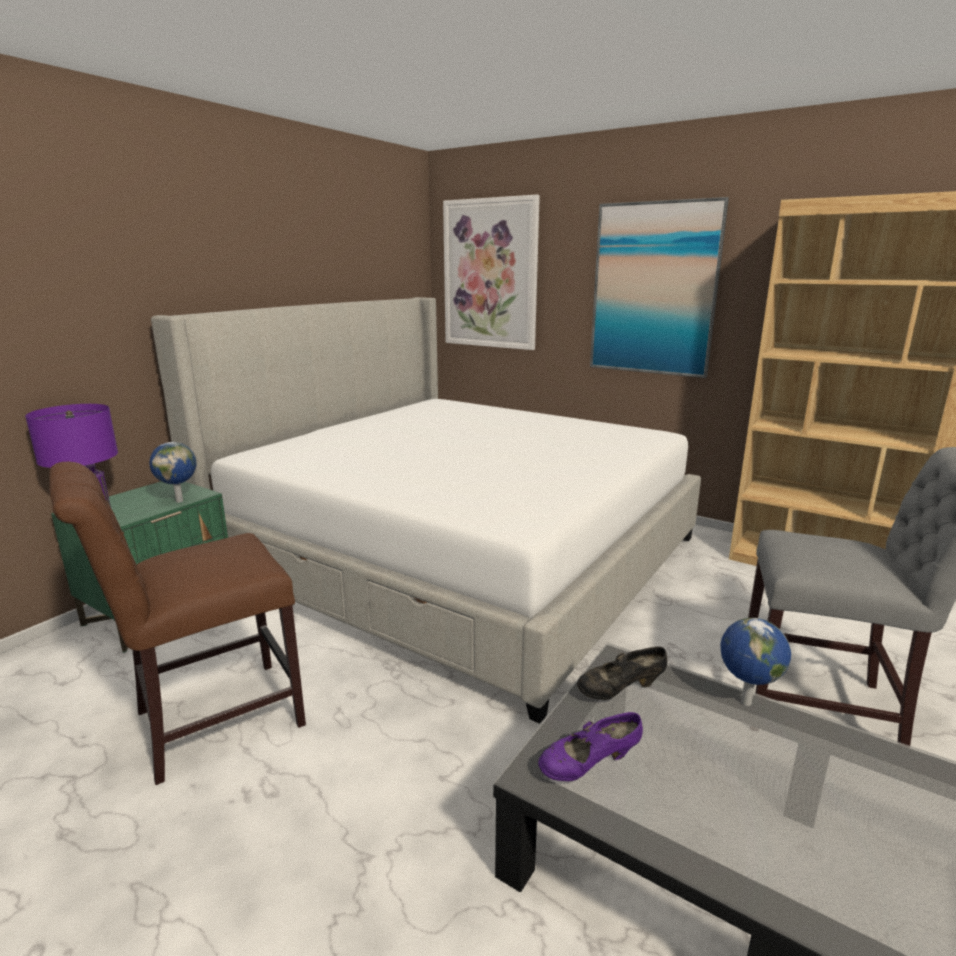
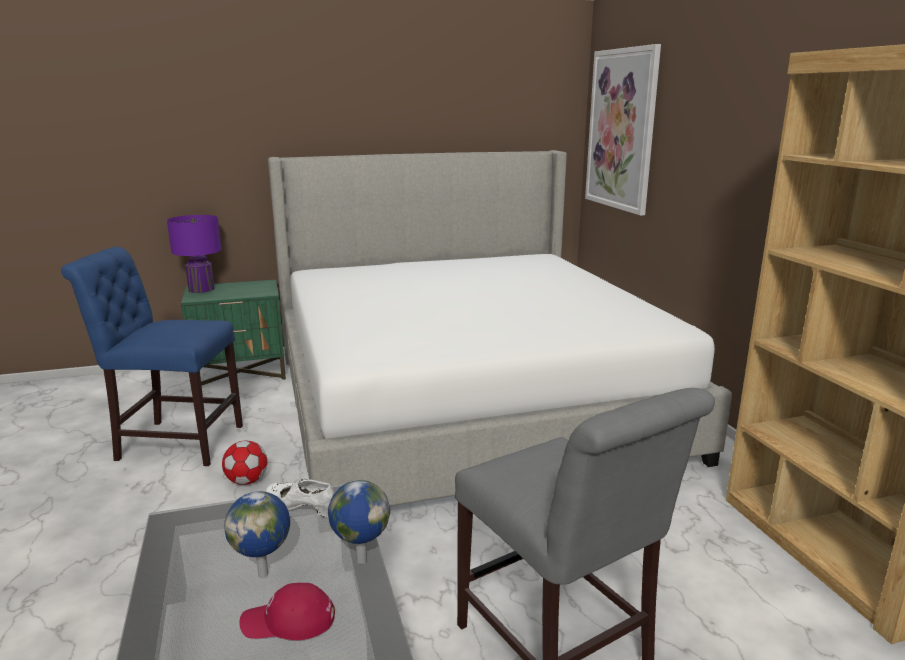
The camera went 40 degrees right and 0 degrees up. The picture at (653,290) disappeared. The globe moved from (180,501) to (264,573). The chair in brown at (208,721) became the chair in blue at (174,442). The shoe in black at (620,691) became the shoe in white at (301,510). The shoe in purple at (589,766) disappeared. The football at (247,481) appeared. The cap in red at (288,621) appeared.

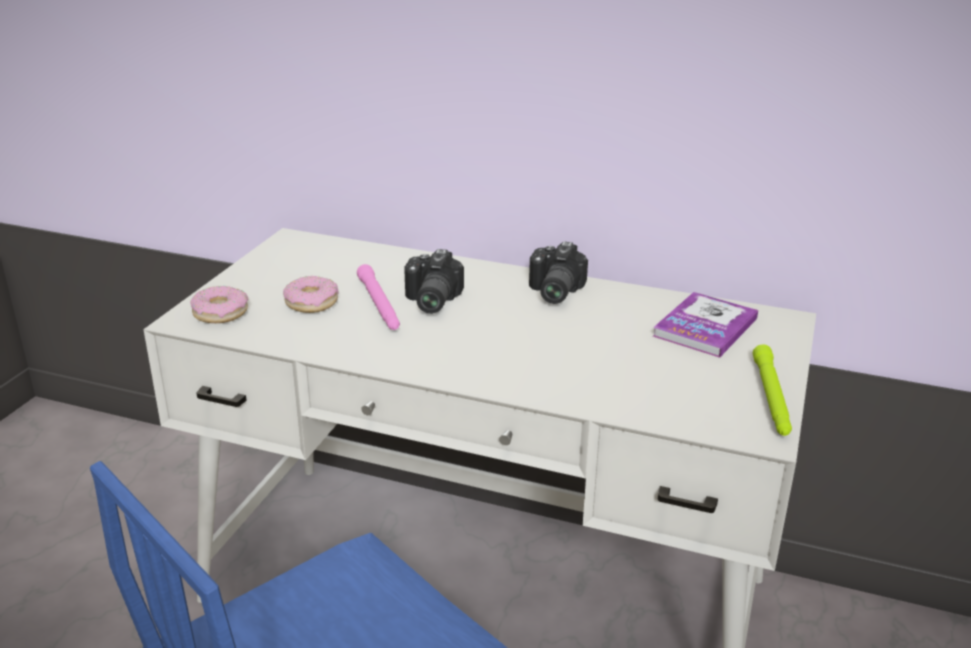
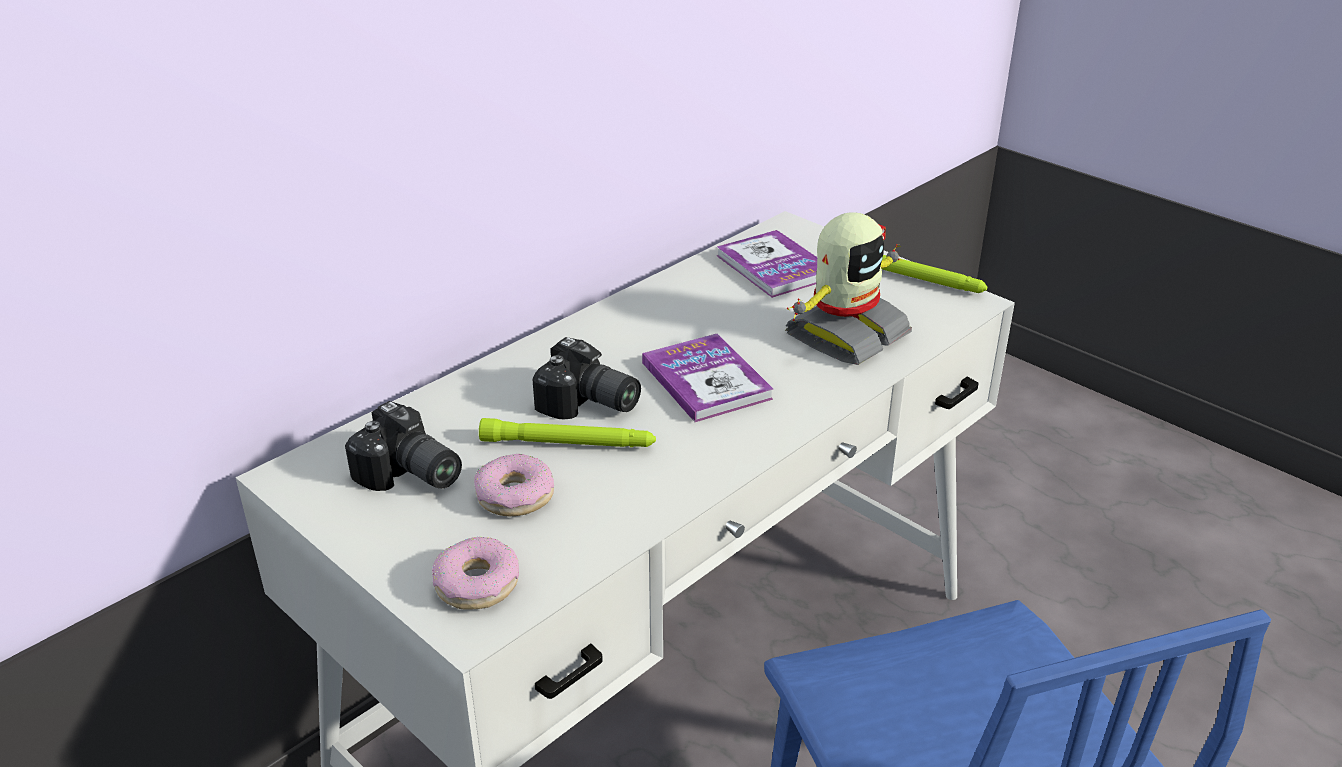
The camera went 65 degrees left and 5 degrees up. The photo camera moved from (552,292) to (409,476). The flashlight in pink at (379,305) became the flashlight in green at (568,443). The toy robot at (844,334) appeared. The book at (706,380) appeared.

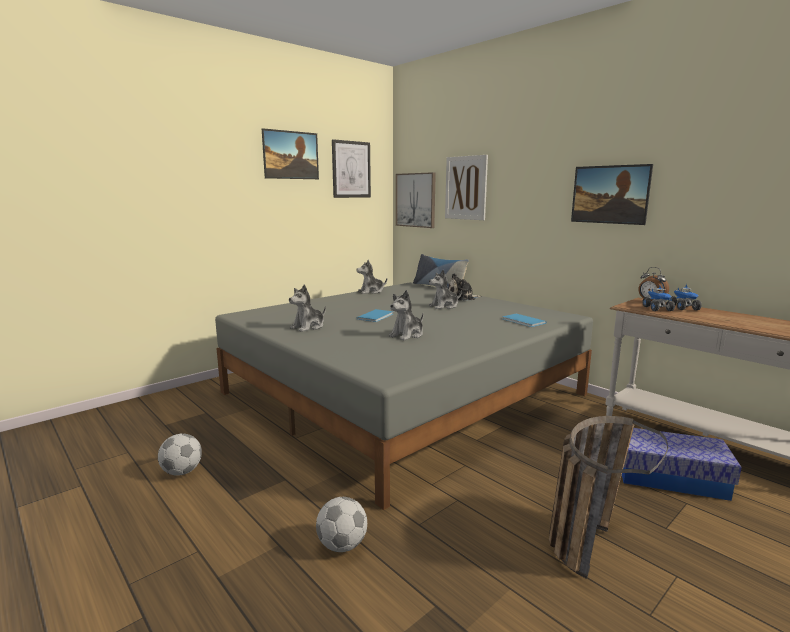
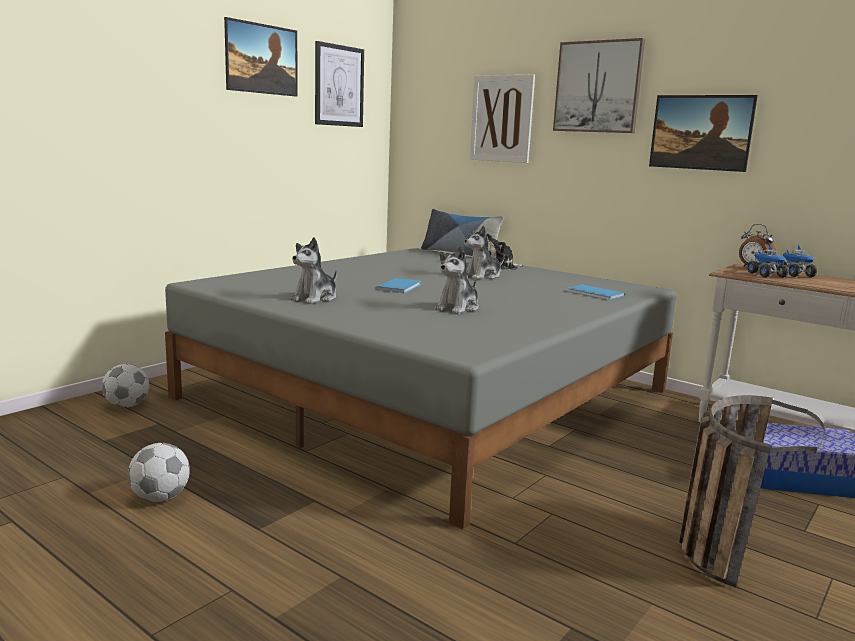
The camera went 10 degrees left and 0 degrees up. The picture moved from (416,200) to (598,87). The plush toy at (371,292) disappeared. The football moved from (342,545) to (127,406).

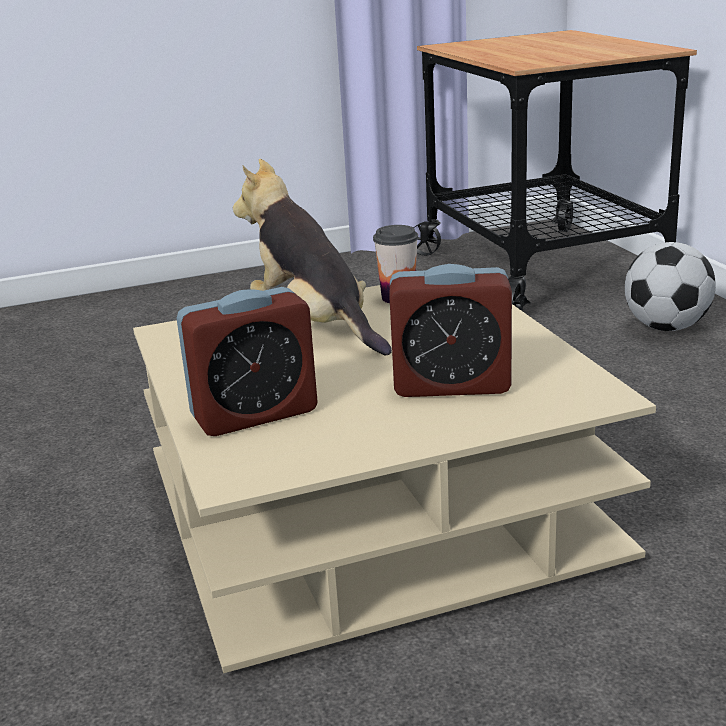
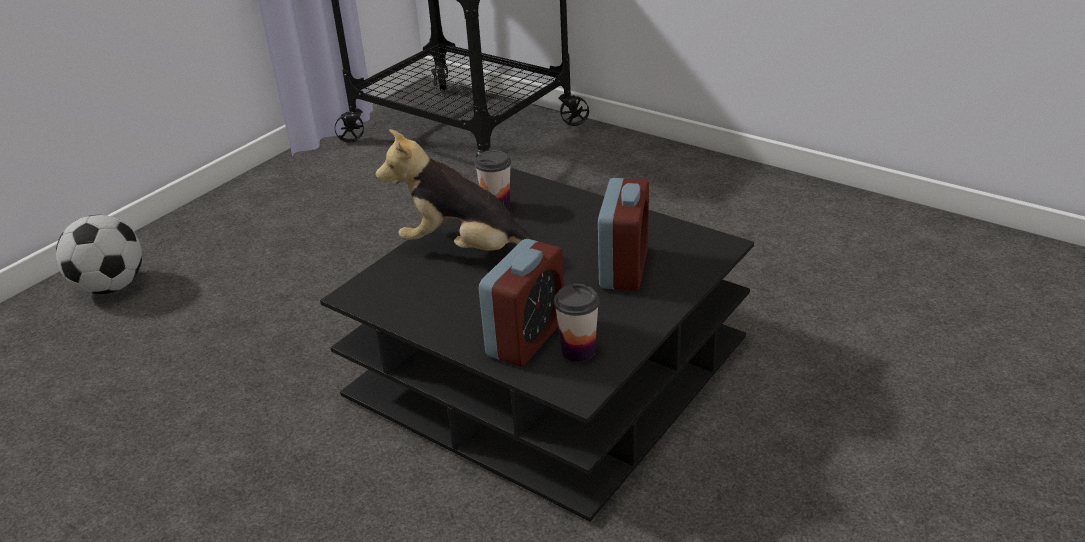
The camera went 35 degrees left and 10 degrees up. The football moved from (667,327) to (112,286). The alarm clock at (451,385) turned 45 degrees counterclockwise. The coffee table in beige at (371,504) became the coffee table in black at (548,368). The cup at (578,351) appeared.

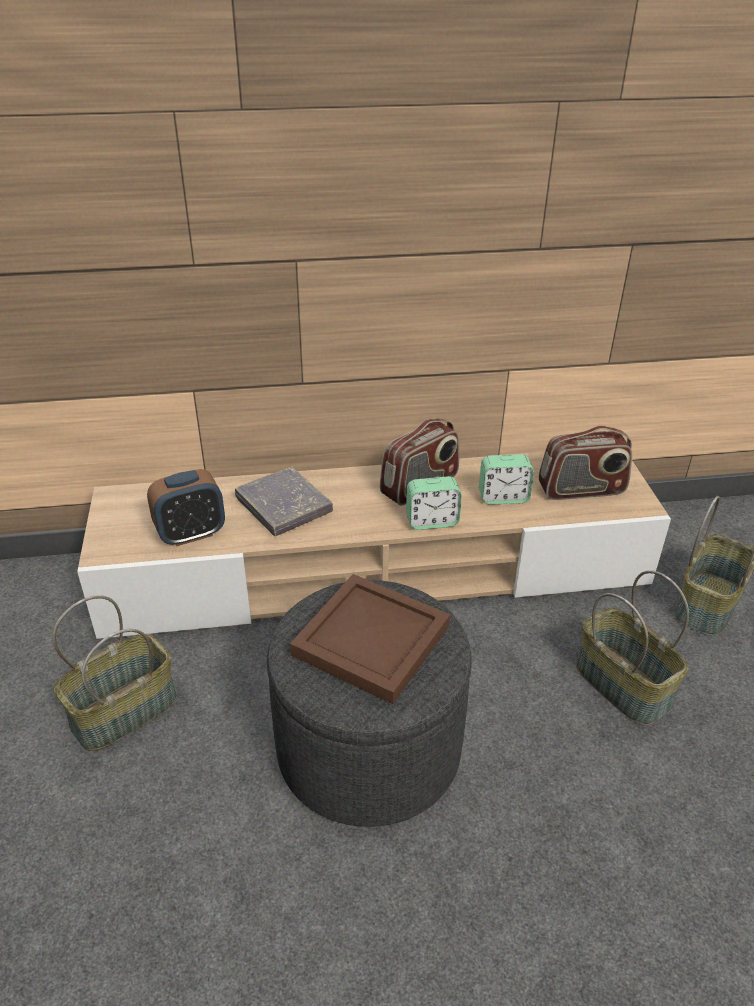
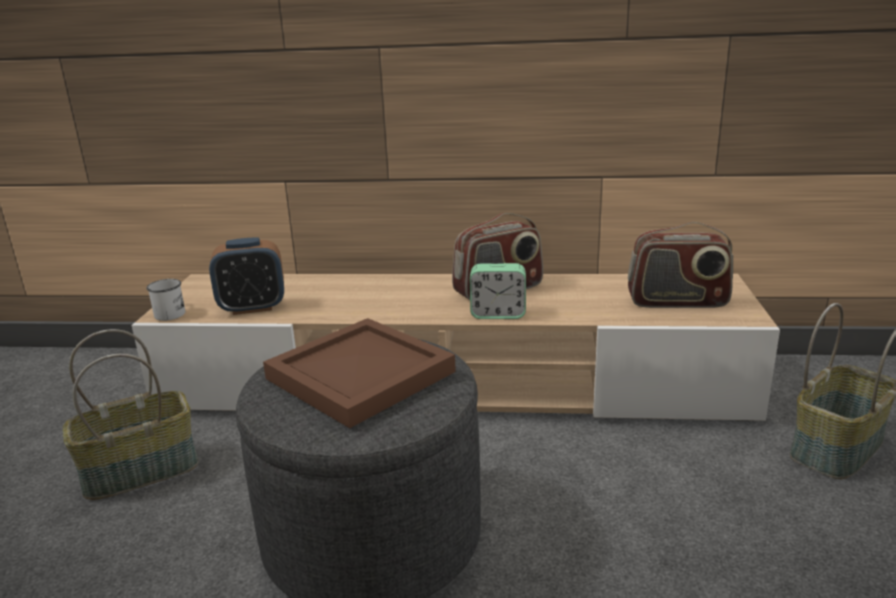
The camera went 15 degrees right and 15 degrees down. The alarm clock at (503,497) disappeared. The book in grey at (283,506) disappeared. The basket at (624,685) disappeared. The mug in white at (171,312) appeared.

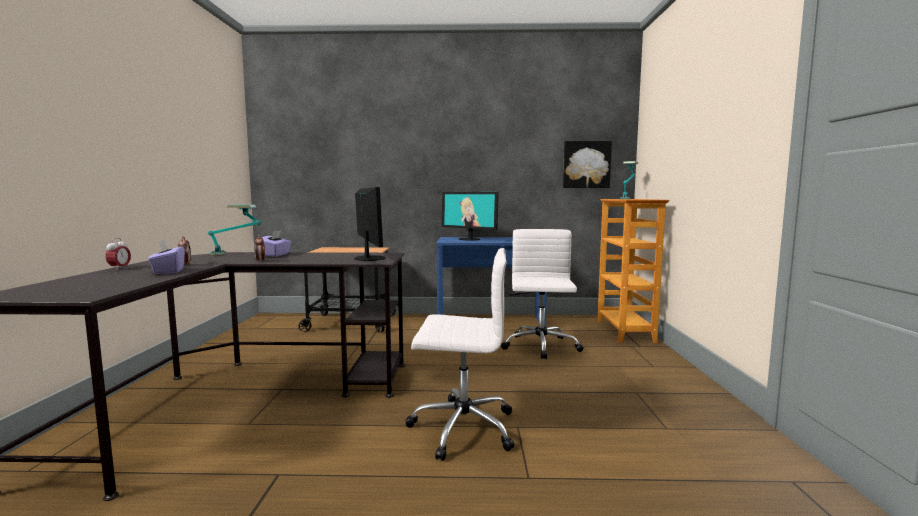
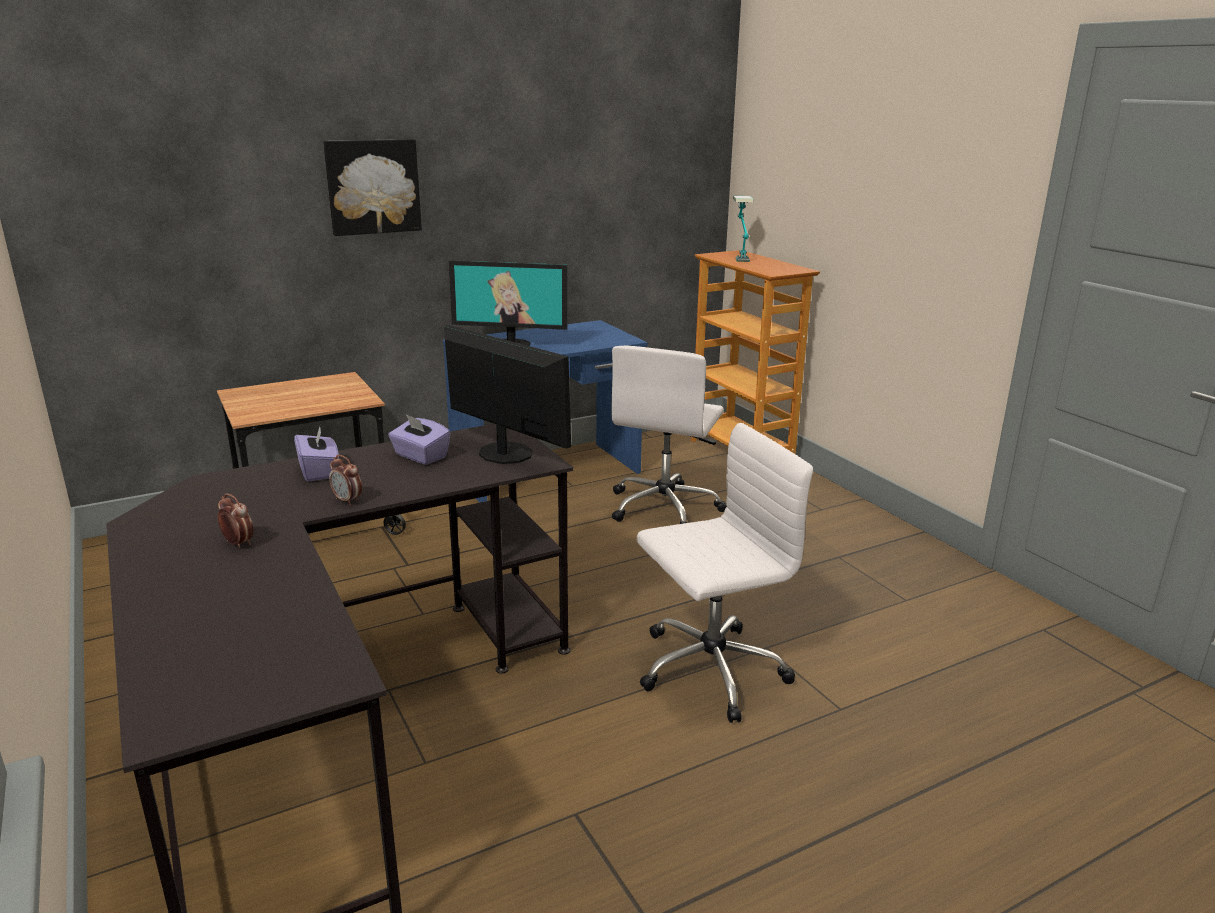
The camera went 30 degrees left and 15 degrees up. The picture moved from (586,164) to (373,186). The table lamp at (236,254) disappeared. The office chair in white at (540,347) turned 135 degrees counterclockwise. The alarm clock at (119,268) disappeared. The tissue box in purple moved from (168,271) to (420,456).

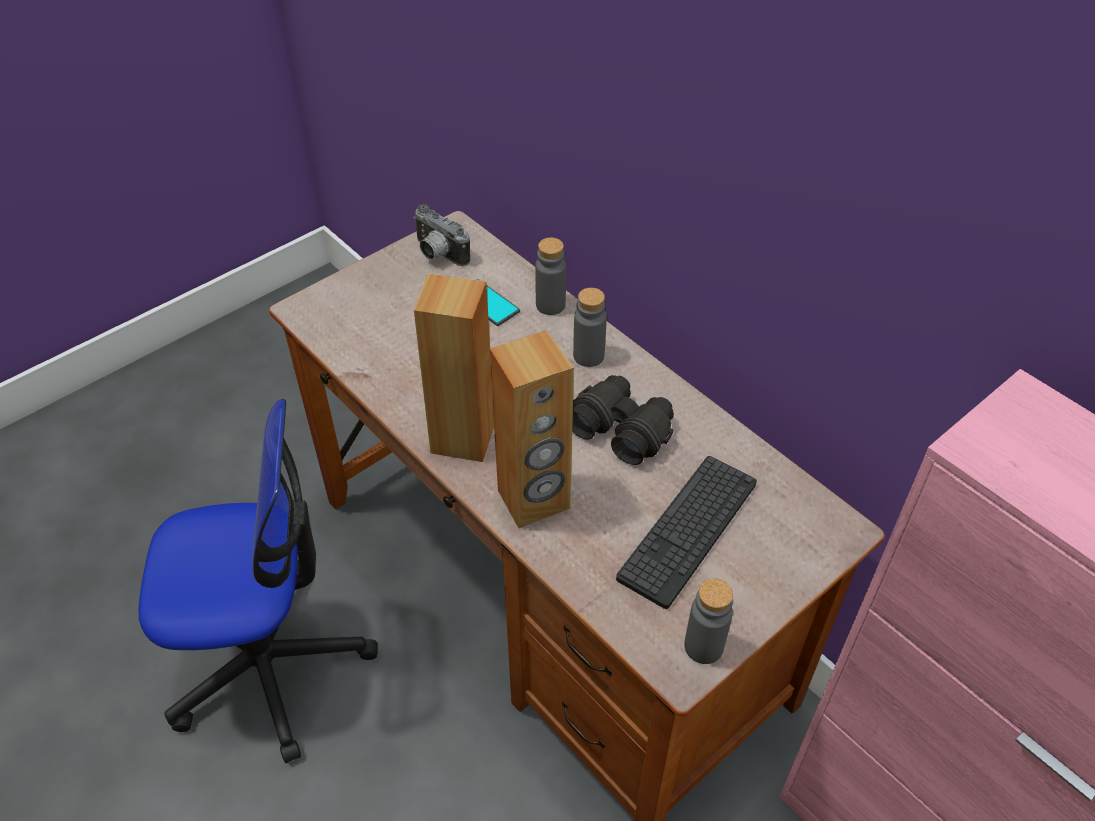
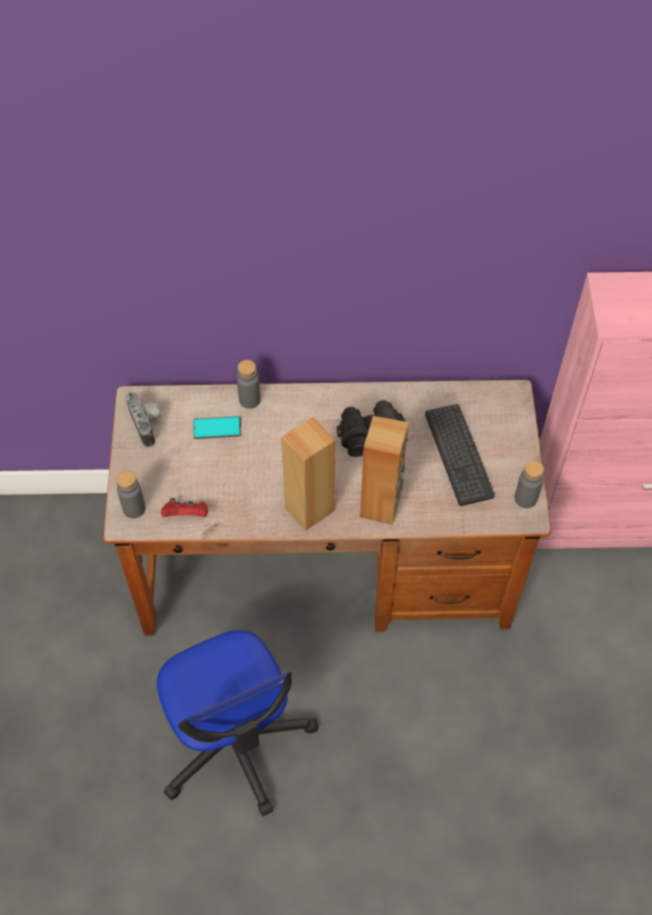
The camera went 50 degrees left and 10 degrees up. The photo camera at (437,254) turned 105 degrees counterclockwise. The bottle in grey moved from (588,356) to (134,508). The office chair at (271,662) turned 120 degrees clockwise. The game controller in red at (186,515) appeared.

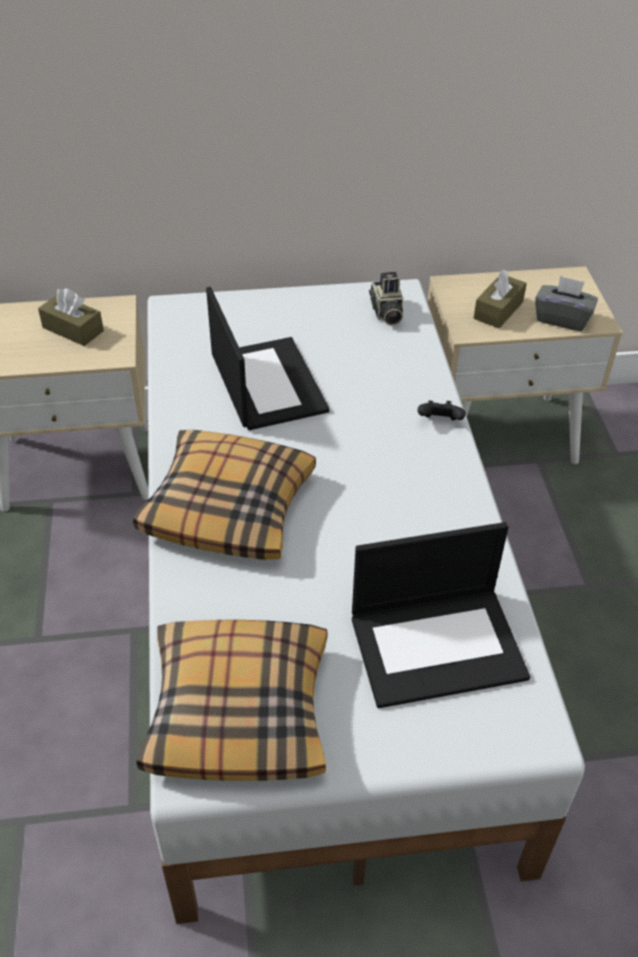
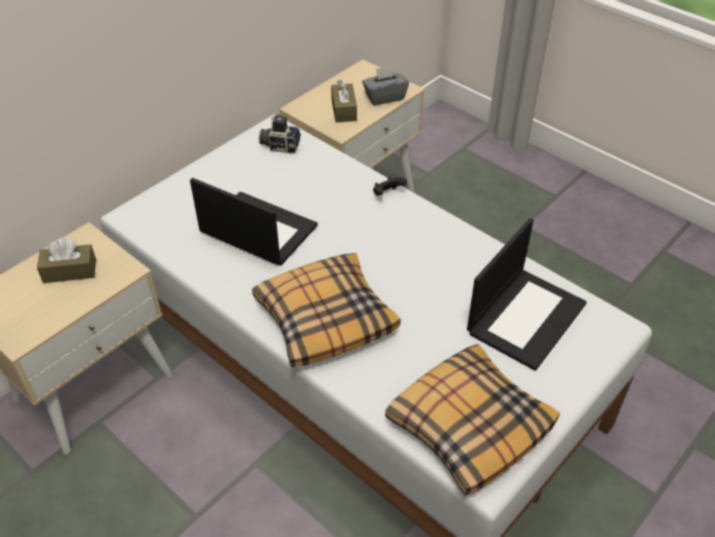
The camera went 40 degrees left and 0 degrees up. The photo camera at (386,313) turned 150 degrees clockwise.

